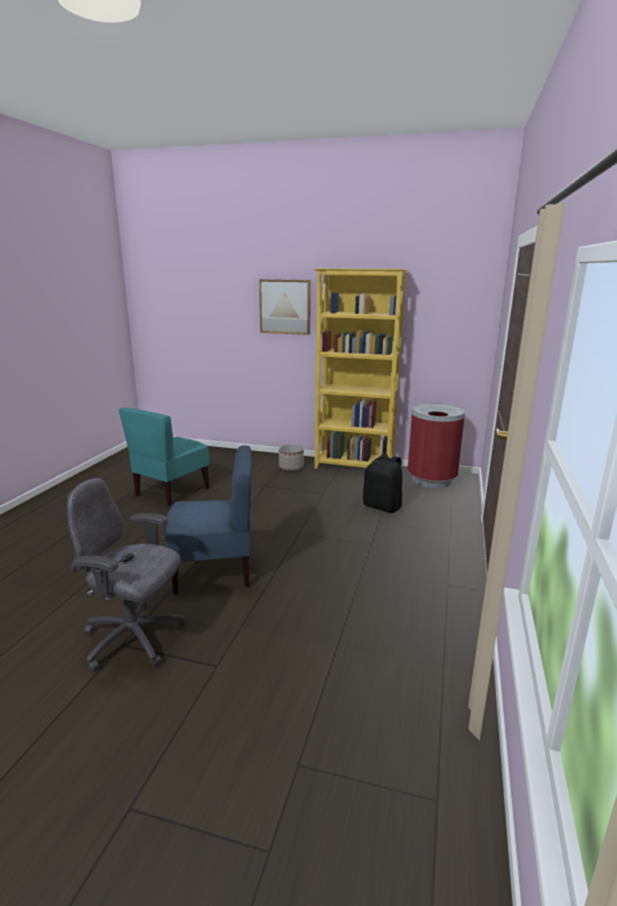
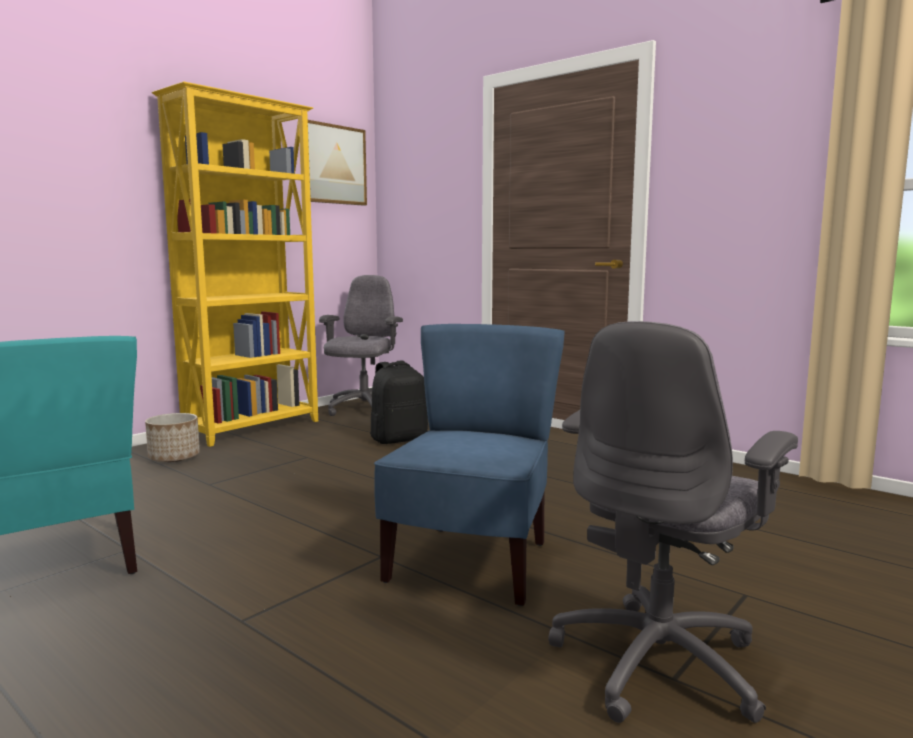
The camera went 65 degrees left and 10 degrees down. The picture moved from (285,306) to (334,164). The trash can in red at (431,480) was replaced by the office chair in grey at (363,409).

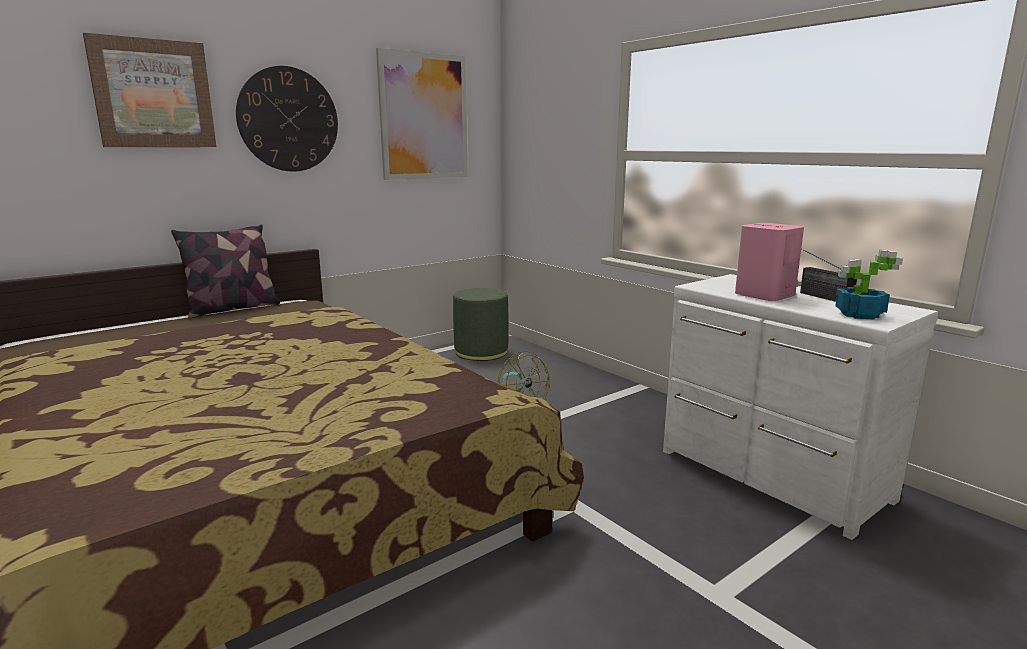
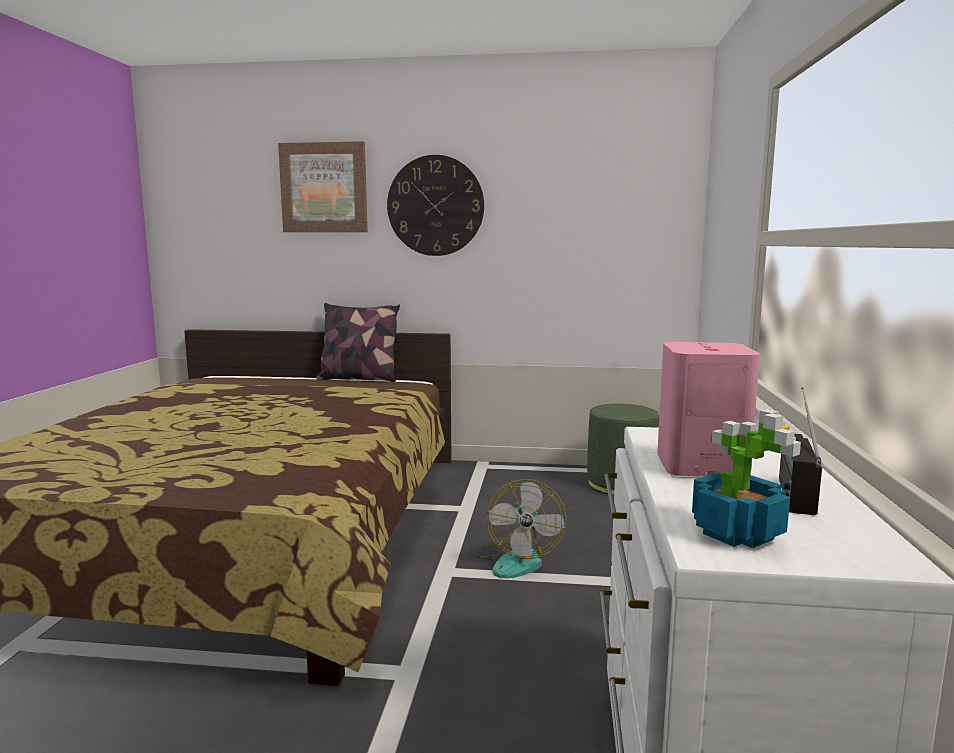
The camera went 45 degrees right and 5 degrees down. The picture at (424,117) disappeared.

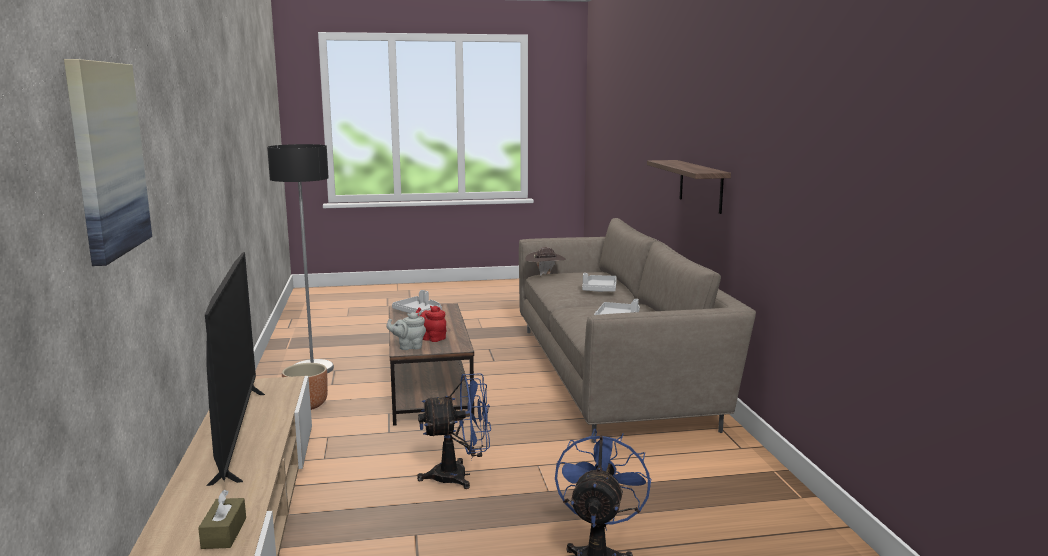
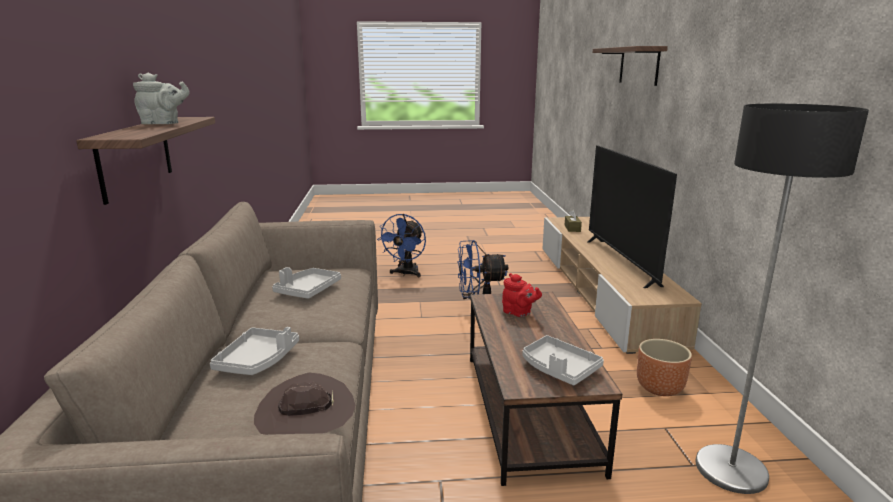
The camera went 175 degrees left and 5 degrees up. The picture at (106,158) was replaced by the shelf at (639,66). The teapot in grey moved from (409,347) to (163,124).

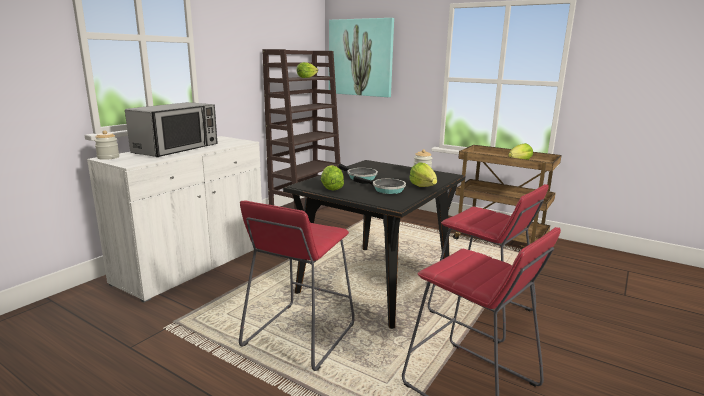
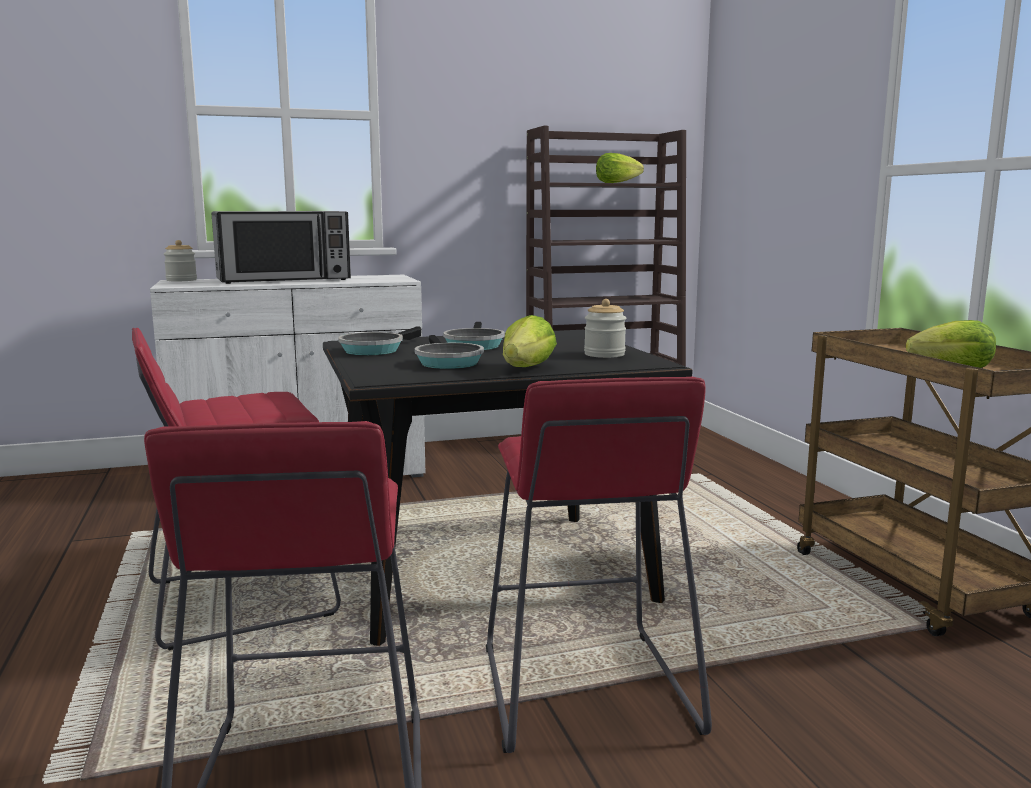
The camera went 40 degrees right and 5 degrees down. The picture at (361,57) disappeared. The lettuce at (331,188) was replaced by the frying pan at (374,350).

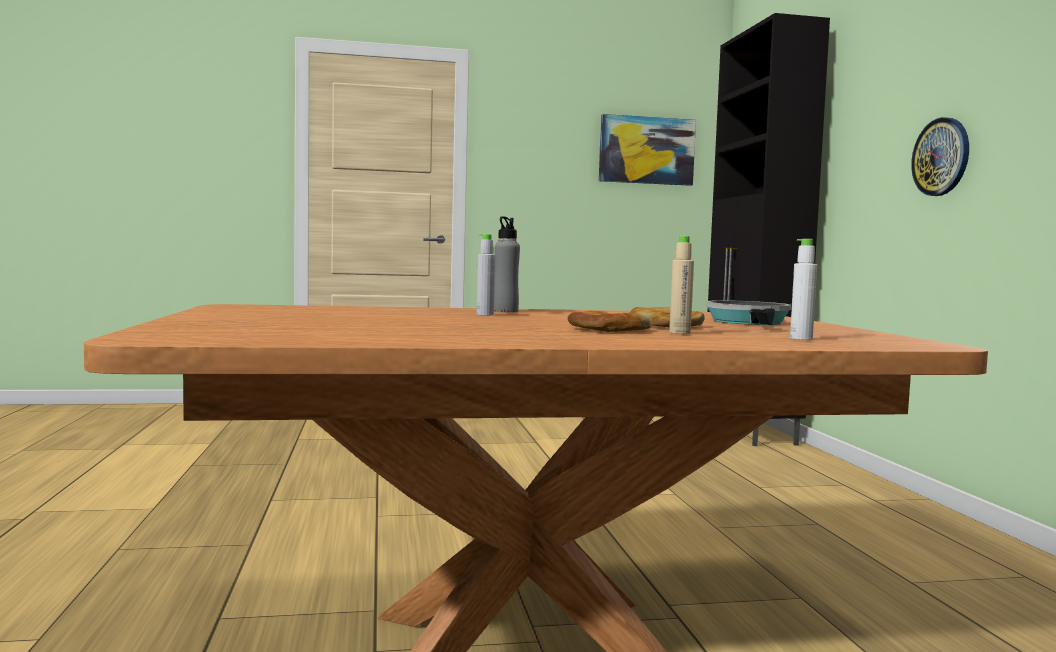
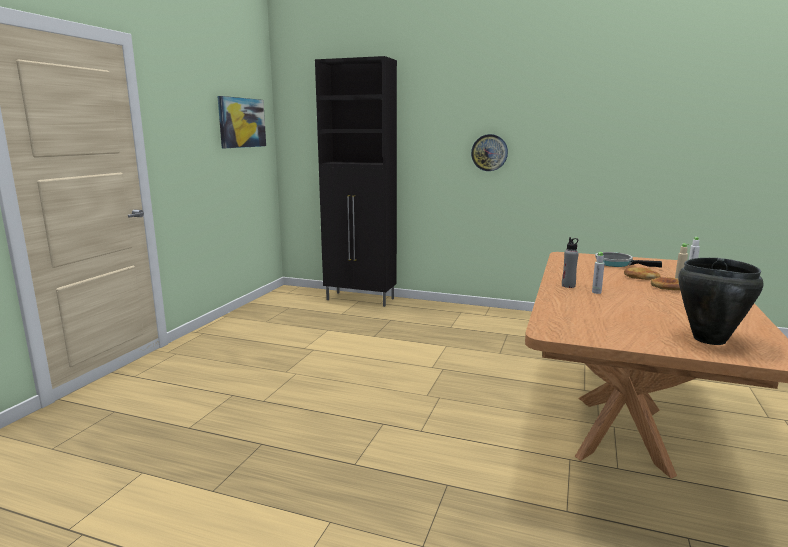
The camera went 60 degrees left and 10 degrees up. The cooking pot in black at (708,339) appeared.

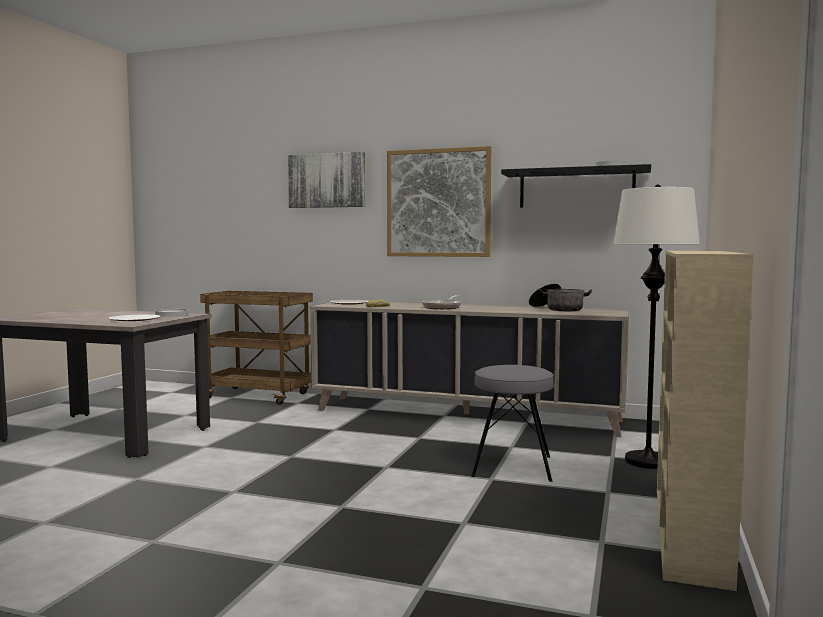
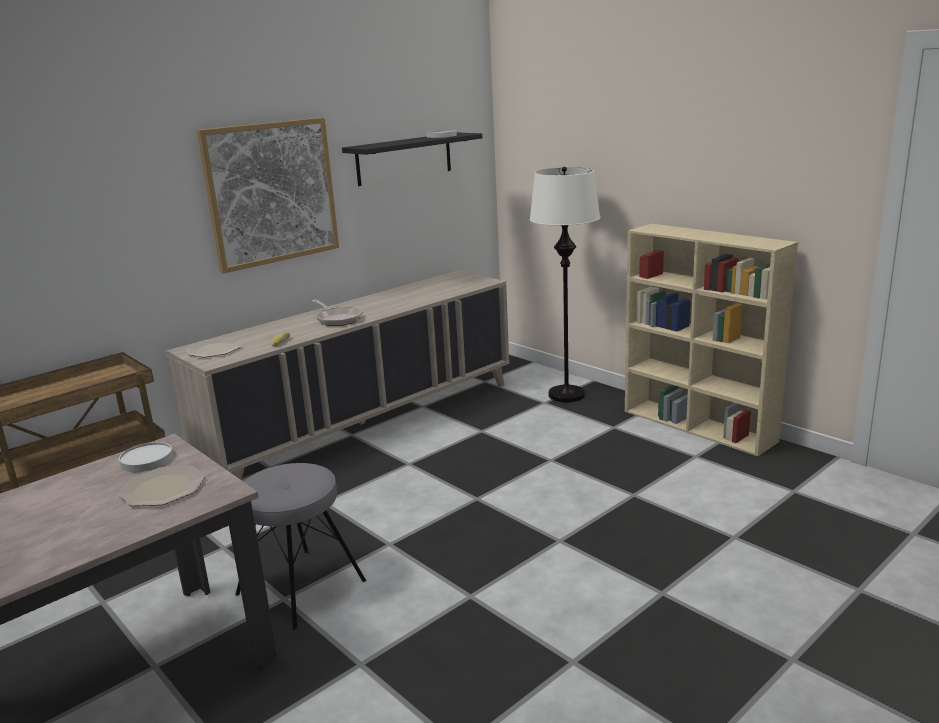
The camera went 60 degrees left and 15 degrees up. The picture at (327,180) disappeared. The cooking pot at (557,309) disappeared. The stool in grey moved from (512,466) to (301,587).

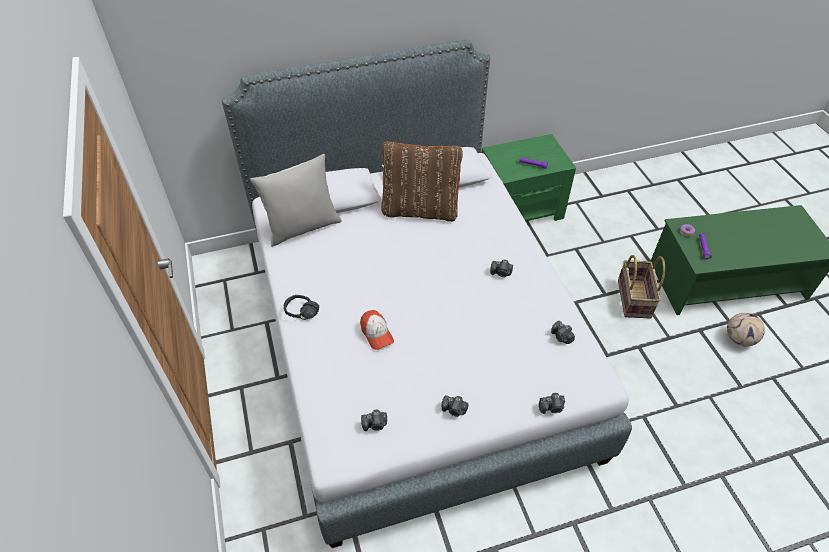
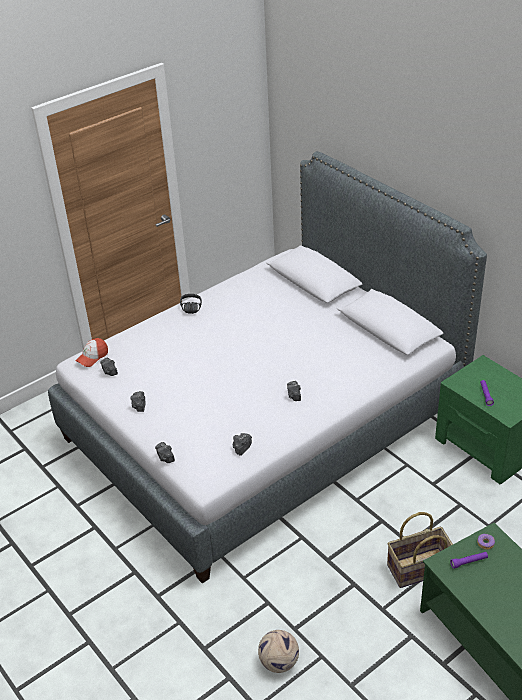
The camera went 70 degrees right and 10 degrees down. The pillow in brown at (420,209) disappeared. The pillow in grey at (302,227) disappeared. The cap moved from (376,333) to (92,357). The football moved from (739,339) to (279,663).

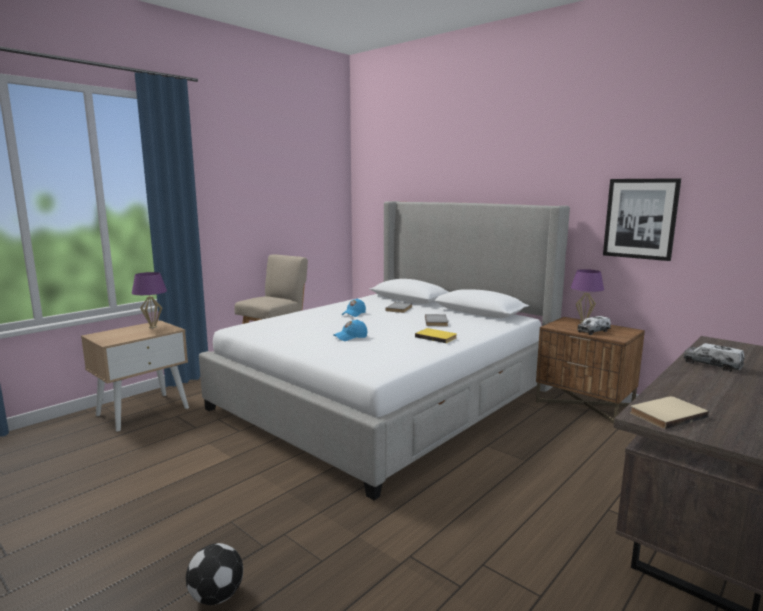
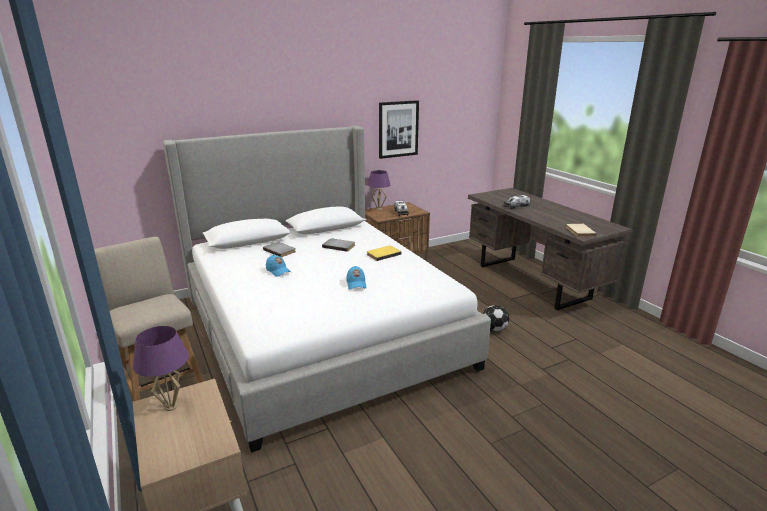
The camera went 70 degrees left and 10 degrees up. The football moved from (217,596) to (494,329).

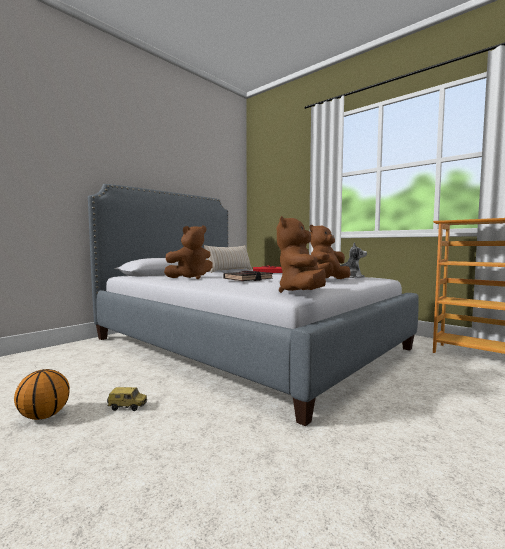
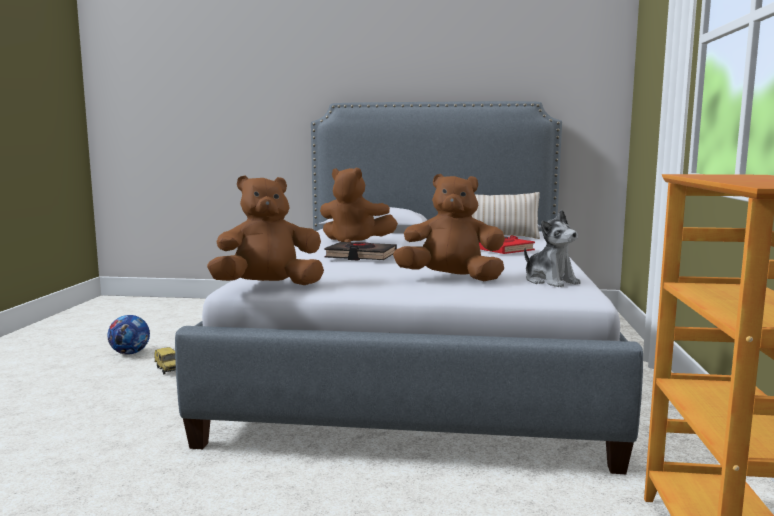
The camera went 55 degrees right and 5 degrees up. The basketball at (43,416) was replaced by the football at (130,353).

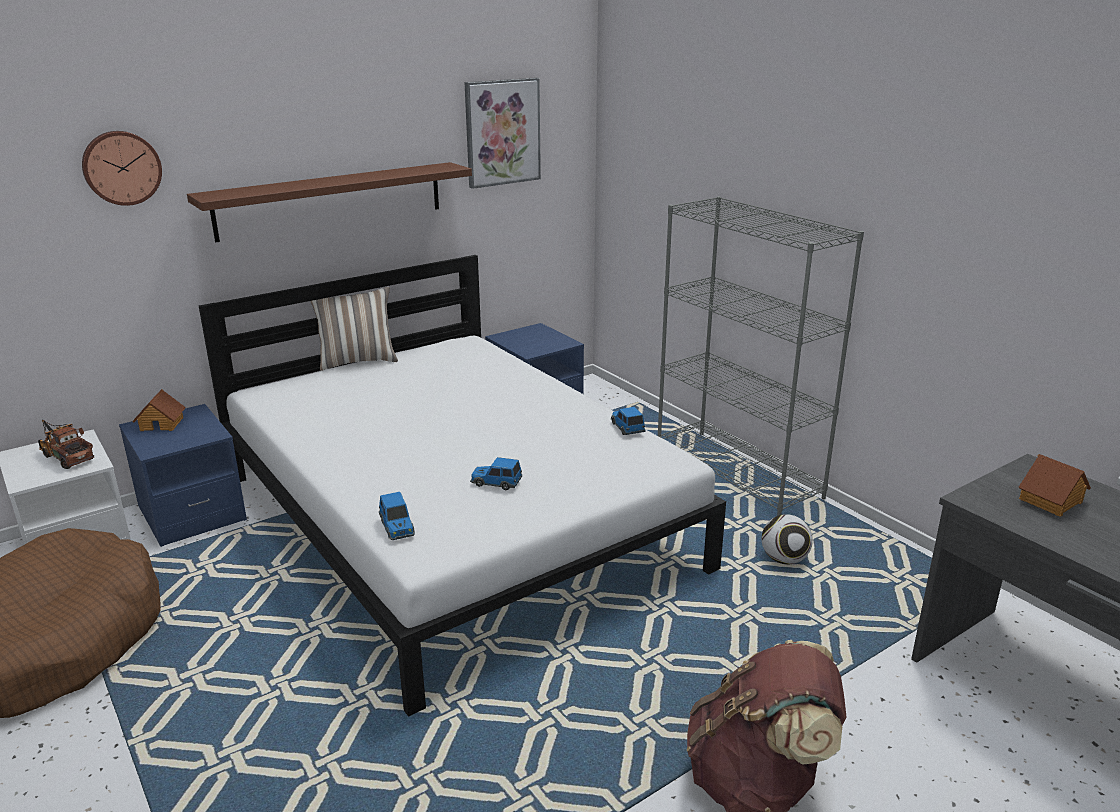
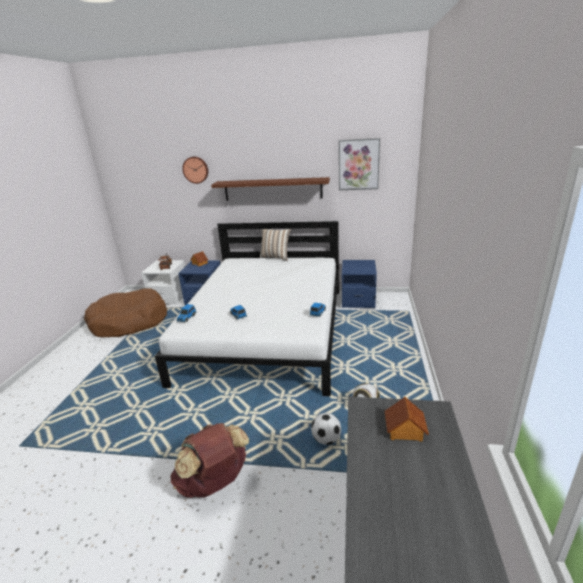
The camera went 45 degrees right and 0 degrees up. The bookcase in grey at (738,473) disappeared. The football at (326,439) appeared.

